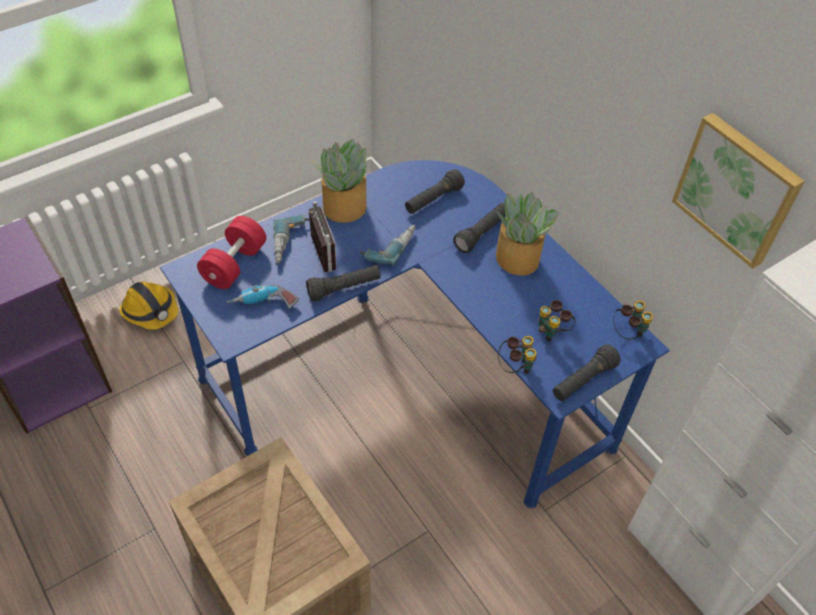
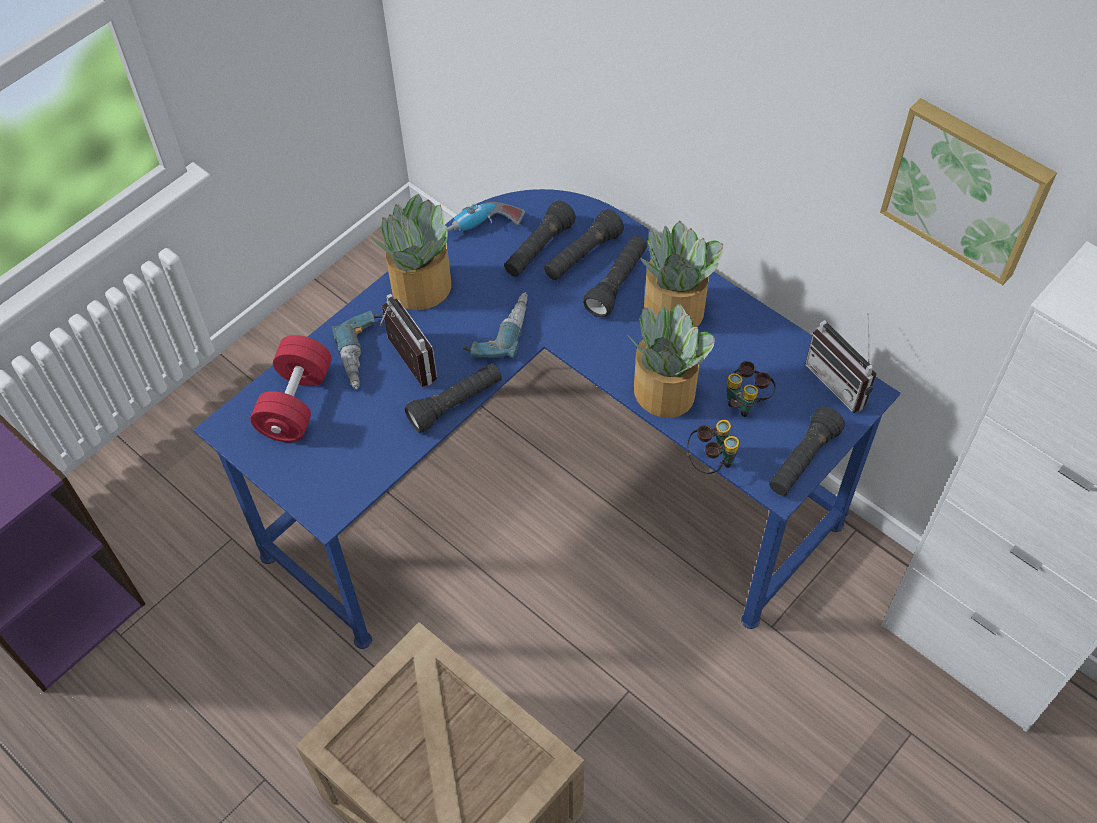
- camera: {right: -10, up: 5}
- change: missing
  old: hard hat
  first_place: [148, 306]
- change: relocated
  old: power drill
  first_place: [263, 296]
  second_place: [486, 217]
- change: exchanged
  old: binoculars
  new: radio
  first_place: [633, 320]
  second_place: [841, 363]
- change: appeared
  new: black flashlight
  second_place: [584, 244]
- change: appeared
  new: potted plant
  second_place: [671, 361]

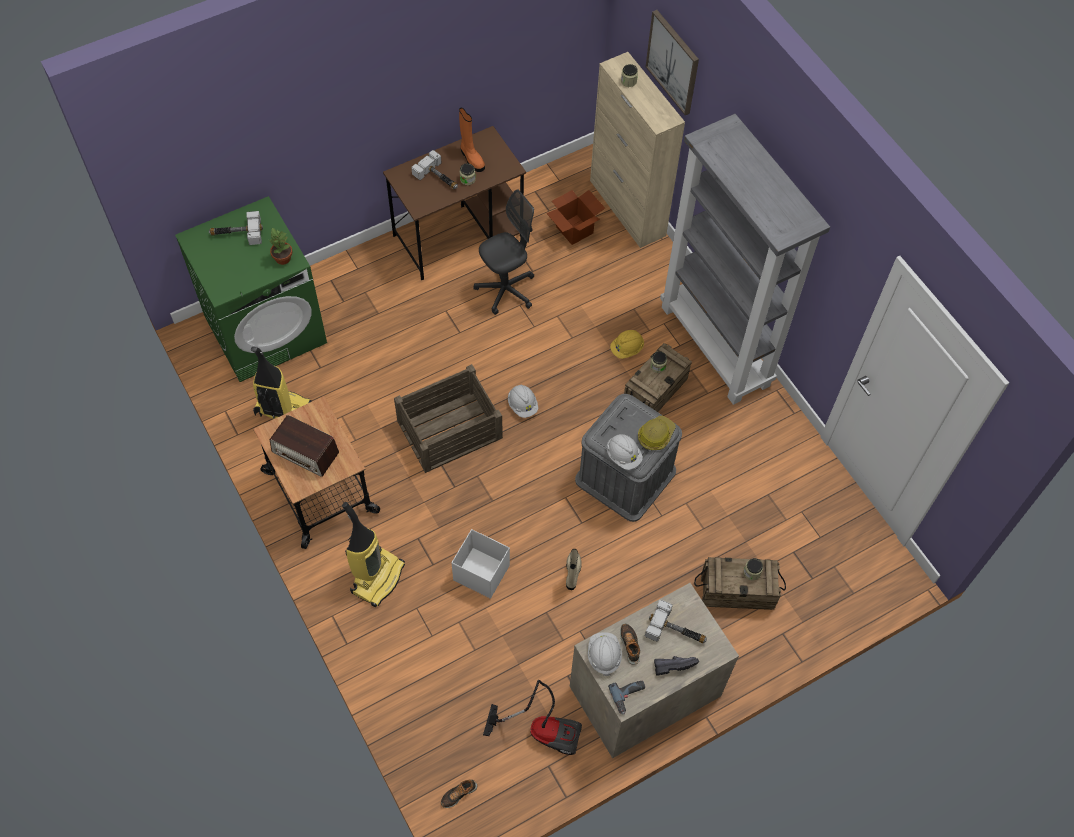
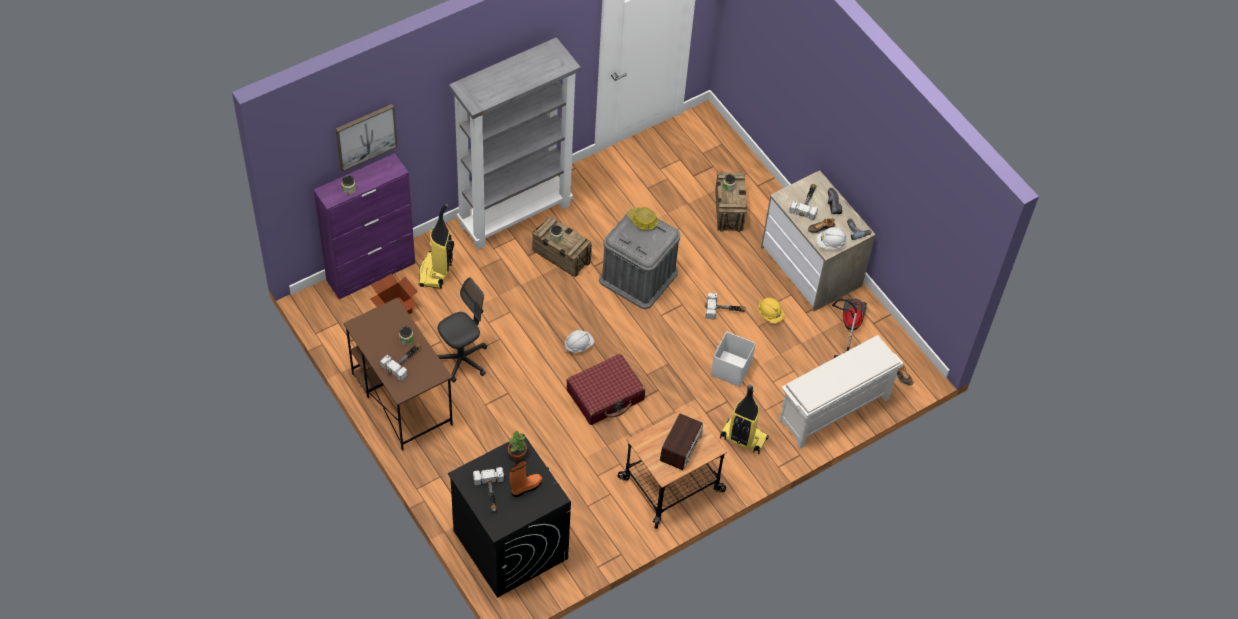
- camera: {right: -95, up: -5}
- change: colour
  old: beige cabinet
  new: purple cabinet
  first_place: [637, 150]
  second_place: [364, 226]
- change: relocated
  old: orange boot
  first_place: [472, 140]
  second_place: [526, 478]
- change: spun
  old: grey office chair
  first_place: [503, 252]
  second_place: [462, 330]
  degrees: 90
- change: colour
  old: green washing machine
  new: black washing machine
  first_place: [251, 289]
  second_place: [509, 516]
- change: relocated
  old: yellow hard hat
  first_place: [627, 344]
  second_place: [771, 310]
- change: relocated
  old: vacuum cleaner
  first_place: [281, 383]
  second_place: [436, 246]
- change: exchanged
  old: crate
  new: red suitcase
  first_place: [448, 418]
  second_place: [605, 389]
- change: missing
  old: white hard hat
  first_place: [625, 452]
- change: exchanged
  old: beige boot
  new: hammer
  first_place: [574, 569]
  second_place: [725, 306]
- change: appeared
  new: white shoe rack
  second_place: [841, 392]

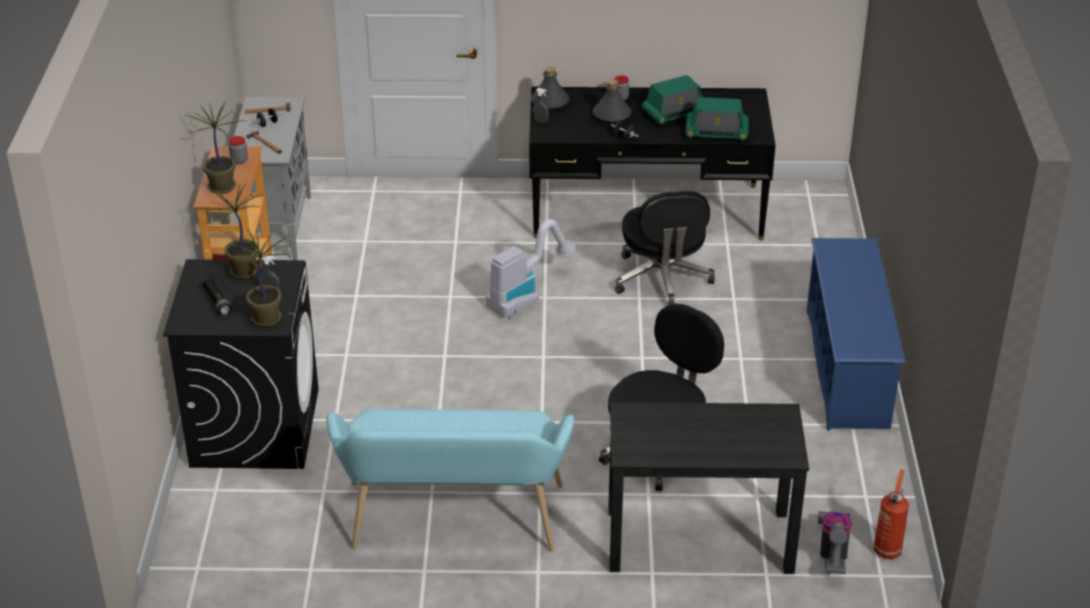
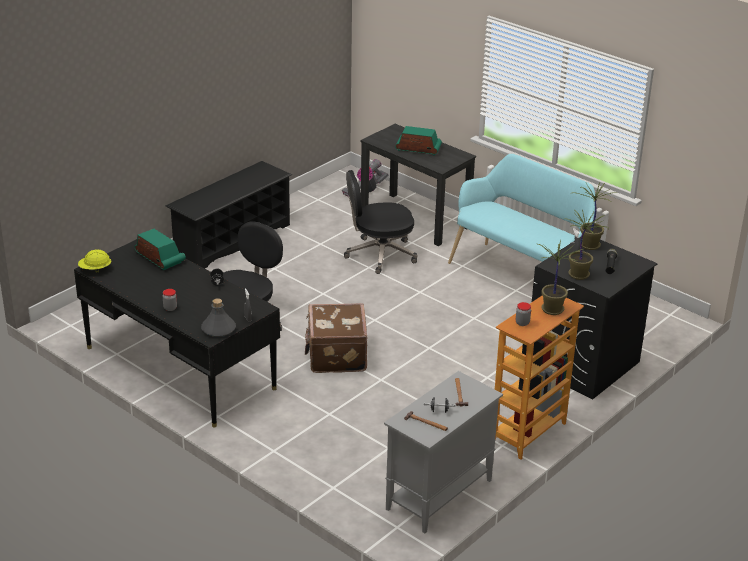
- camera: {right: -140, up: -5}
- change: relocated
  old: radio
  first_place: [672, 100]
  second_place: [418, 141]
- change: missing
  old: grey bottle
  first_place: [612, 101]
- change: exchanged
  old: vacuum cleaner
  new: brown suitcase
  first_place: [531, 269]
  second_place: [336, 338]
- change: colour
  old: blue shoe rack
  new: black shoe rack
  first_place: [856, 334]
  second_place: [229, 215]
- change: missing
  old: fire extinguisher
  first_place: [891, 514]
- change: appeared
  new: yellow hard hat
  second_place: [94, 261]

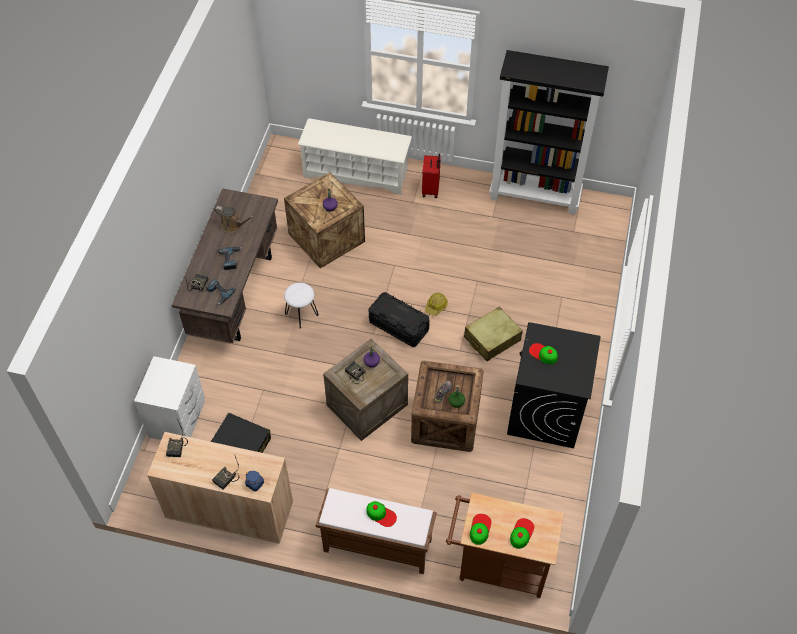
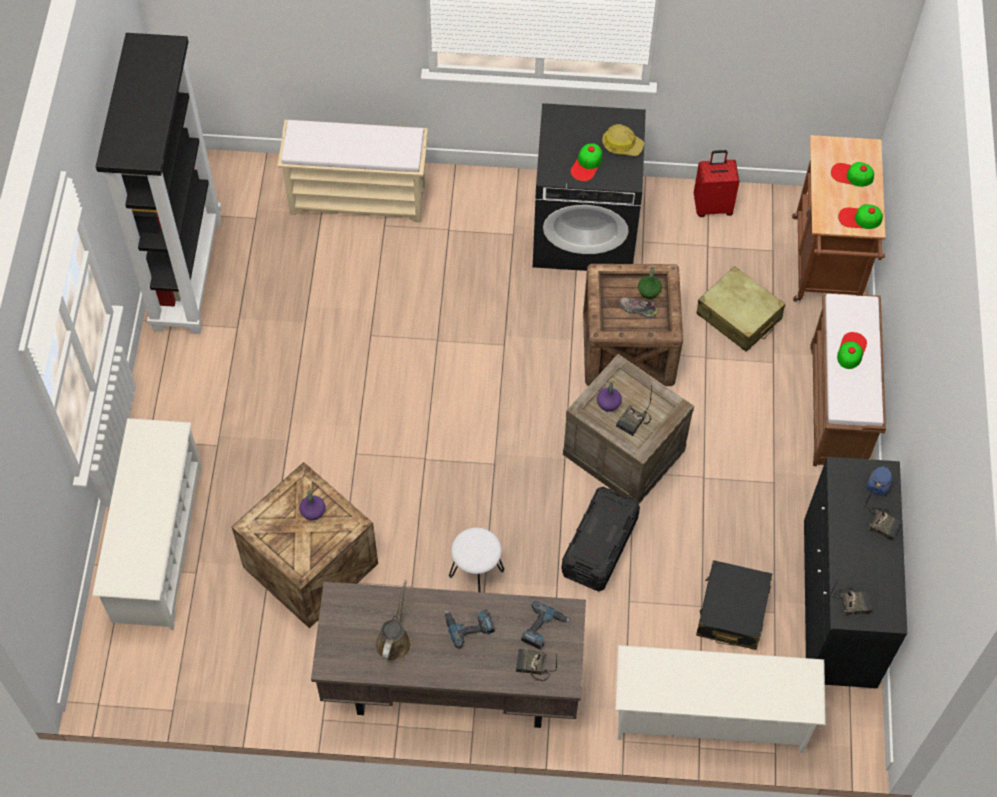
- camera: {right: -100, up: 5}
- change: relocated
  old: red suitcase
  first_place: [431, 176]
  second_place: [716, 183]
- change: relocated
  old: black storage box
  first_place: [399, 319]
  second_place: [600, 539]
- change: relocated
  old: hard hat
  first_place: [436, 304]
  second_place: [623, 140]
- change: relocated
  old: beige suitcase
  first_place: [493, 334]
  second_place: [741, 309]
- change: exchanged
  old: white nightstand
  new: white shoe rack
  first_place: [169, 398]
  second_place: [720, 699]
- change: colour
  old: beige cabinet
  new: black cabinet
  first_place: [220, 488]
  second_place: [855, 573]
- change: appeared
  new: beige bench
  second_place: [352, 171]

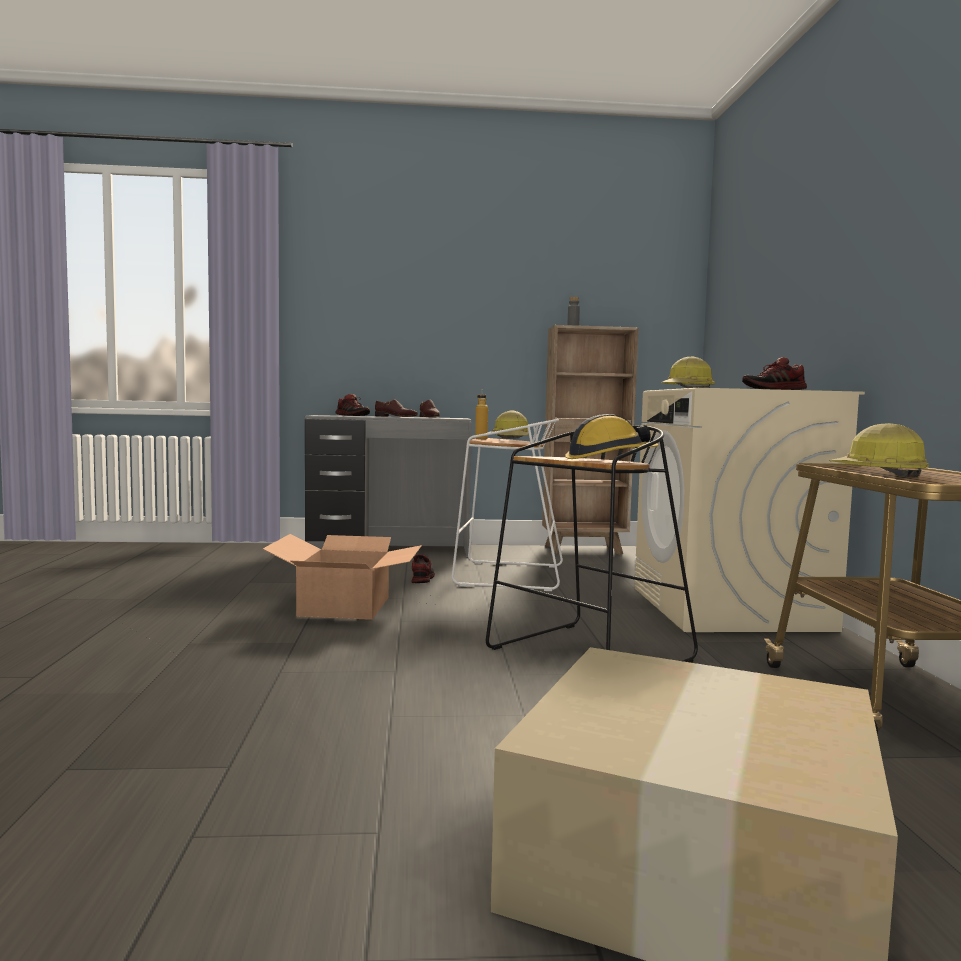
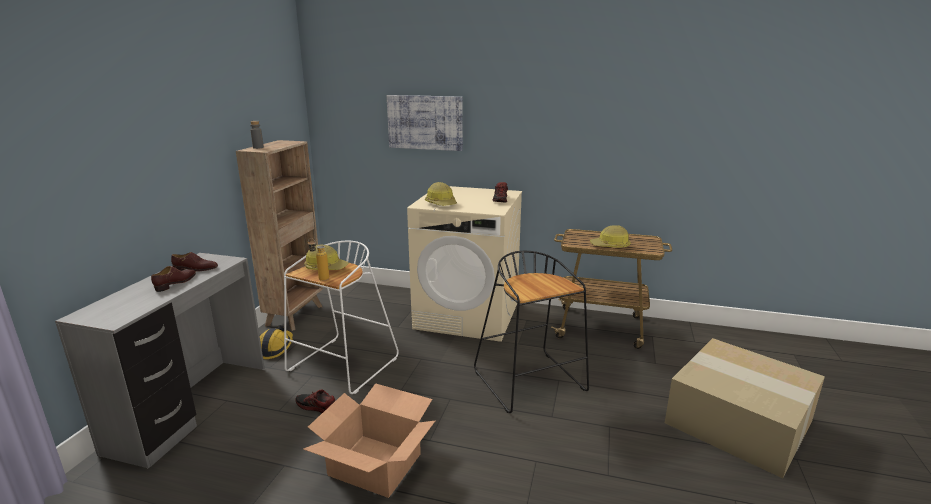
- camera: {right: -70, up: 15}
- change: missing
  old: shoe
  first_place: [352, 405]
- change: relocated
  old: hard hat
  first_place: [612, 436]
  second_place: [276, 342]
- change: appeared
  new: picture
  second_place: [425, 123]

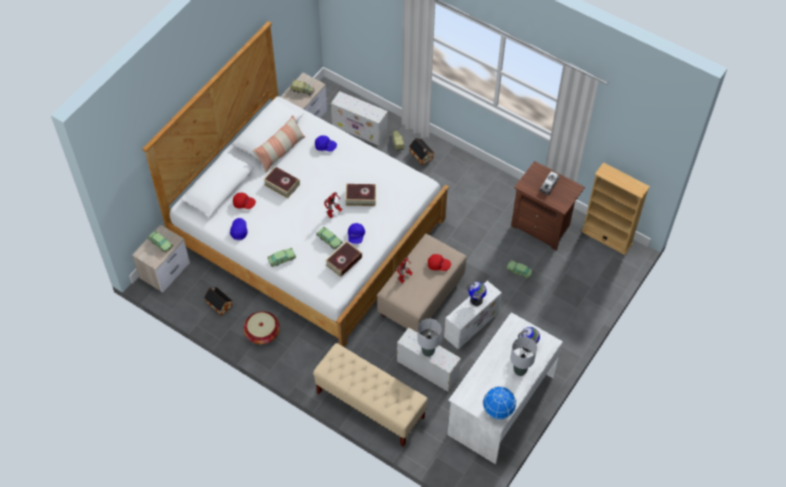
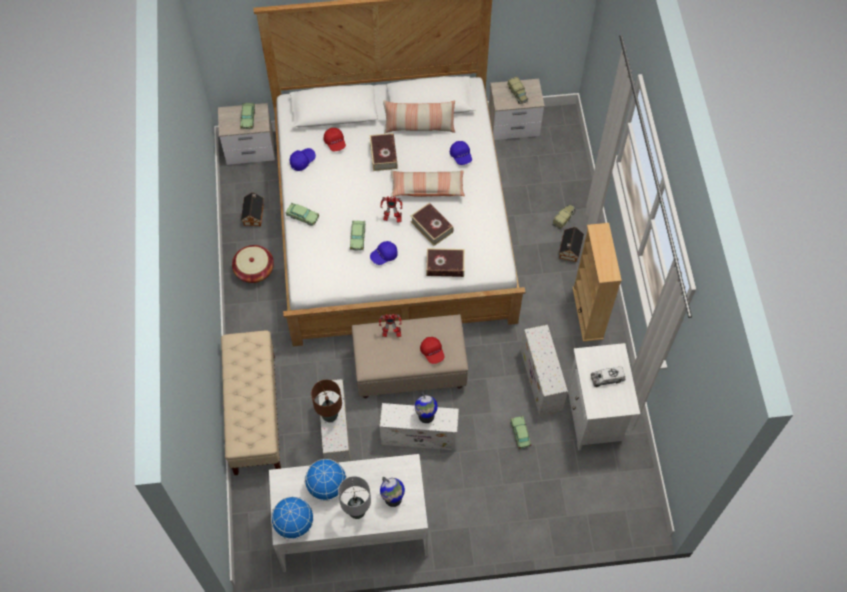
- camera: {right: 50, up: 5}
- change: relocated
  old: white storage box
  first_place: [359, 118]
  second_place: [544, 370]
- change: colour
  old: brown nightstand
  new: white nightstand
  first_place: [548, 205]
  second_place: [603, 397]
- change: relocated
  old: beige bookcase
  first_place: [615, 209]
  second_place: [597, 282]
- change: relocated
  old: book
  first_place: [343, 259]
  second_place: [445, 262]
- change: colour
  old: grey table lamp
  new: brown table lamp
  first_place: [429, 338]
  second_place: [326, 401]
- change: appeared
  new: pillow
  second_place: [428, 183]
- change: appeared
  new: globe
  second_place: [325, 480]

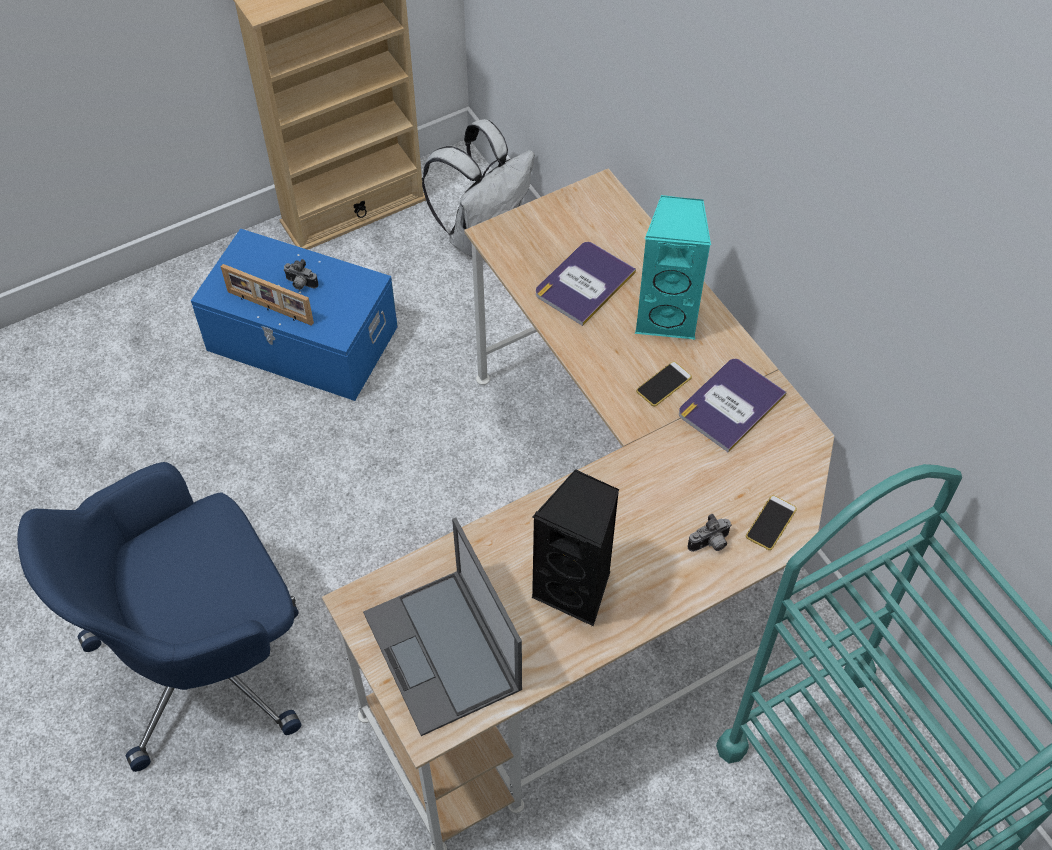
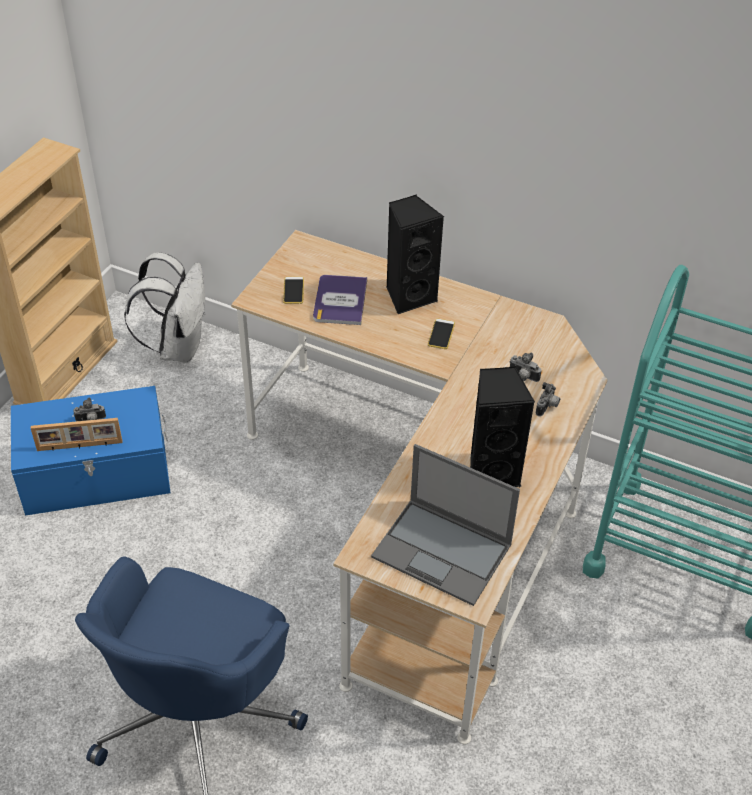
- camera: {right: -35, up: -10}
- change: colour
  old: turquoise speaker
  new: black speaker
  first_place: [673, 267]
  second_place: [415, 254]
- change: missing
  old: book
  first_place: [733, 405]
- change: relocated
  old: phone
  first_place: [771, 522]
  second_place: [293, 290]
- change: appeared
  new: photo camera
  second_place: [525, 367]

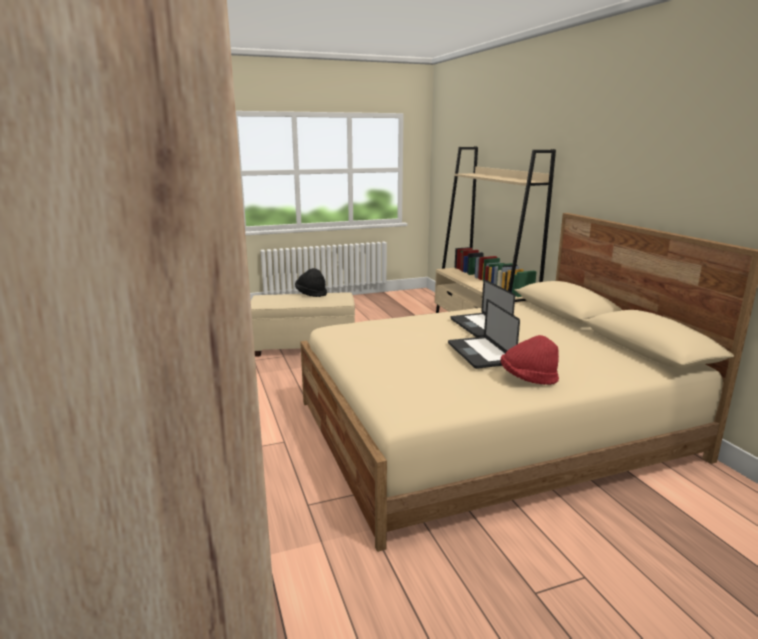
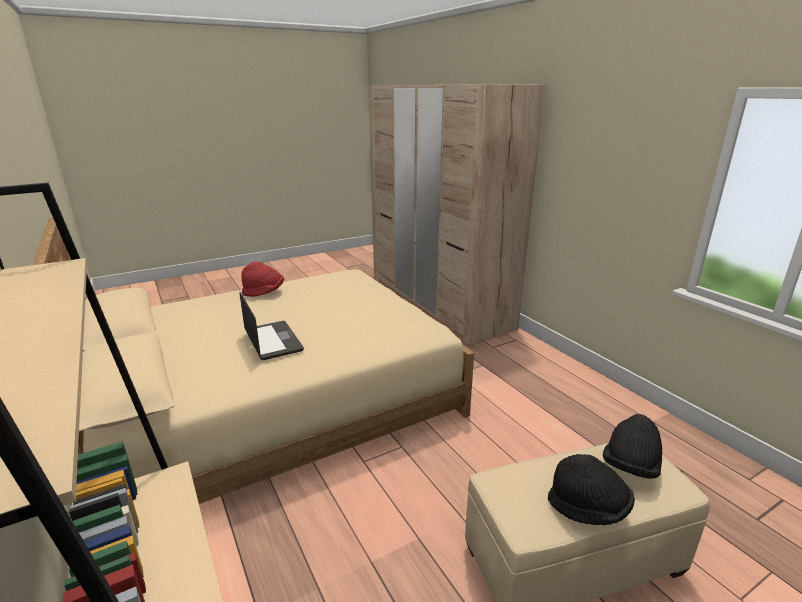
- camera: {right: 170, up: 5}
- change: missing
  old: laptop
  first_place: [484, 334]
- change: appeared
  new: black hat
  second_place: [632, 446]

